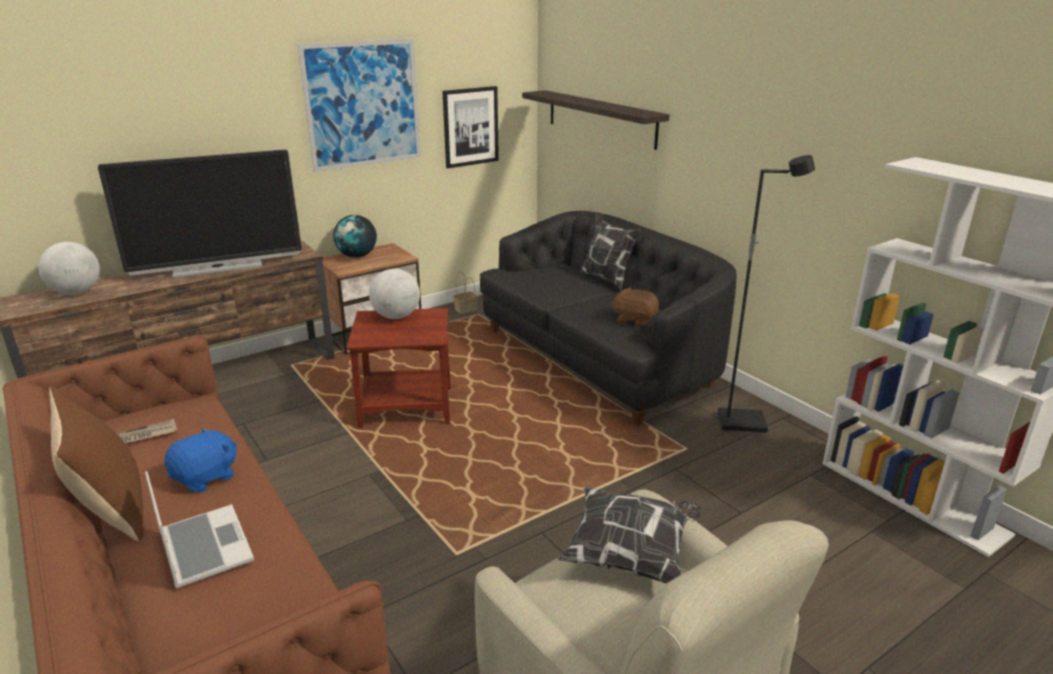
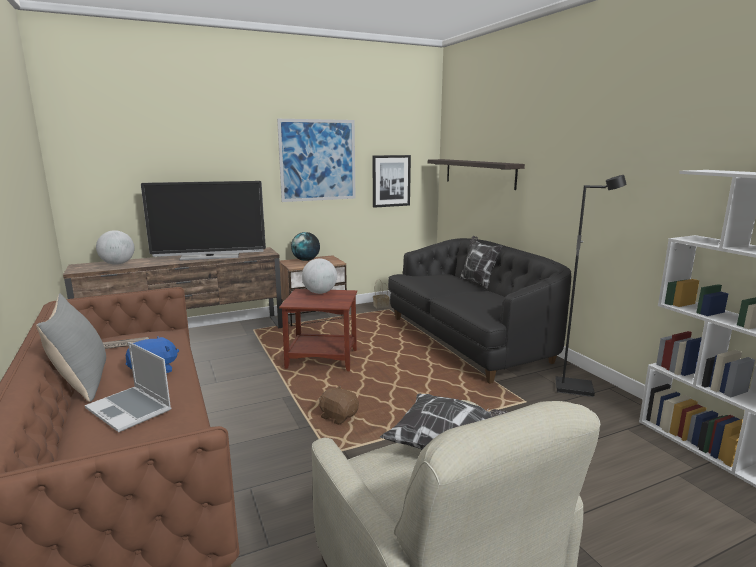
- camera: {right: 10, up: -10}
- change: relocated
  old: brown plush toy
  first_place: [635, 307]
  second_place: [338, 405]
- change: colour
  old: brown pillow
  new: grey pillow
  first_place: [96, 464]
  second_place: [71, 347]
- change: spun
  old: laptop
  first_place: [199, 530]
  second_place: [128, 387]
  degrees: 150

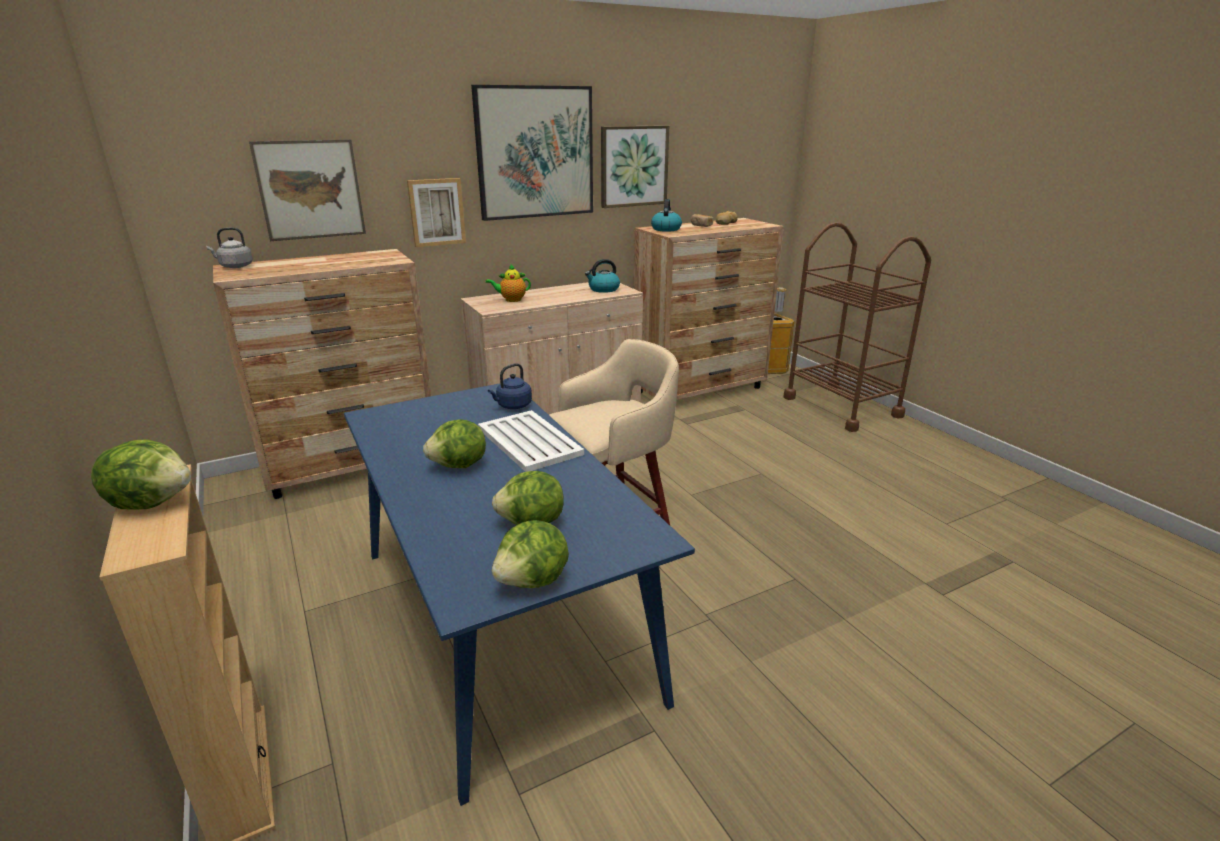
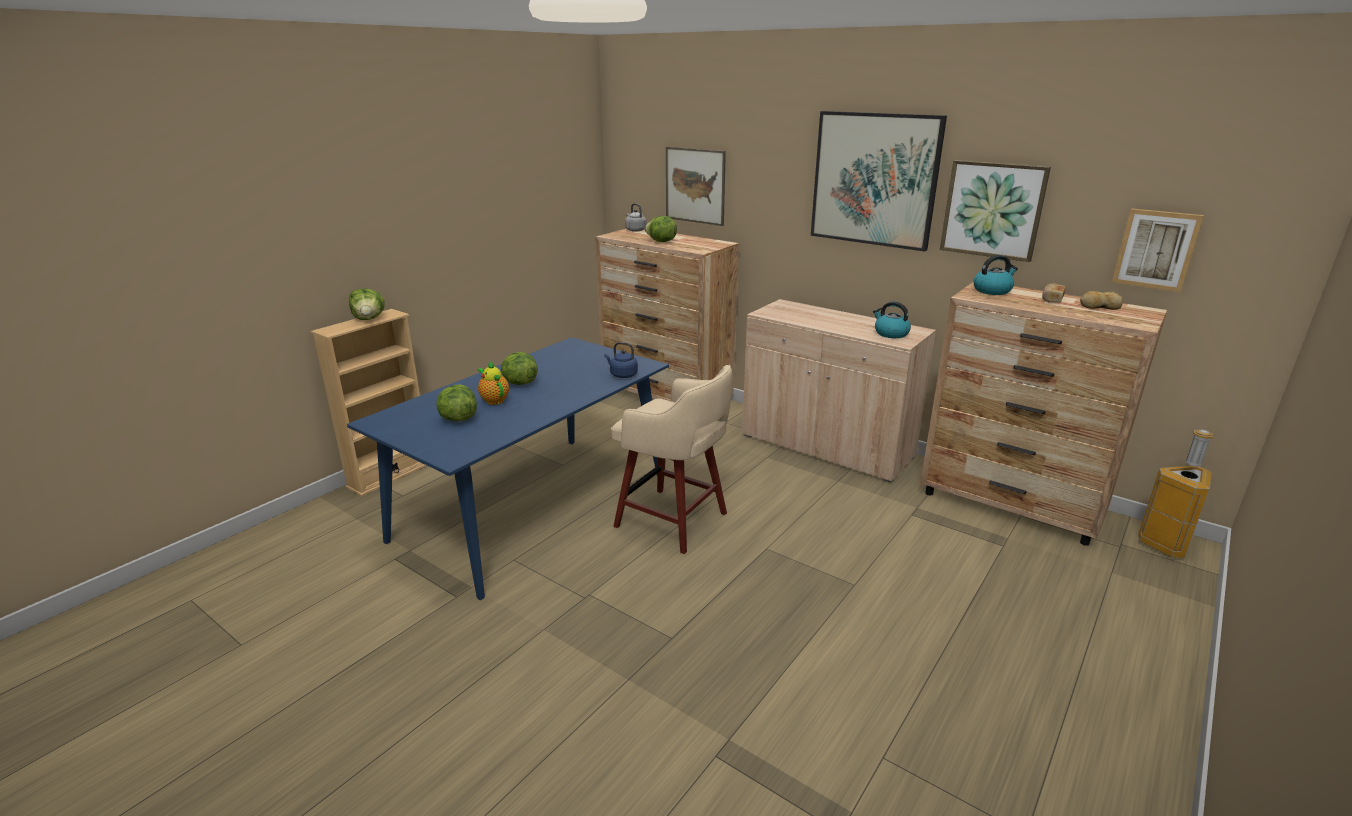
- camera: {right: 65, up: 0}
- change: relocated
  old: picture
  first_place: [436, 212]
  second_place: [1158, 250]
- change: missing
  old: brown cart
  first_place: [857, 327]
- change: relocated
  old: teapot
  first_place: [508, 283]
  second_place: [493, 383]
- change: missing
  old: white tray
  first_place: [531, 441]
- change: relocated
  old: lettuce
  first_place: [530, 554]
  second_place: [661, 229]

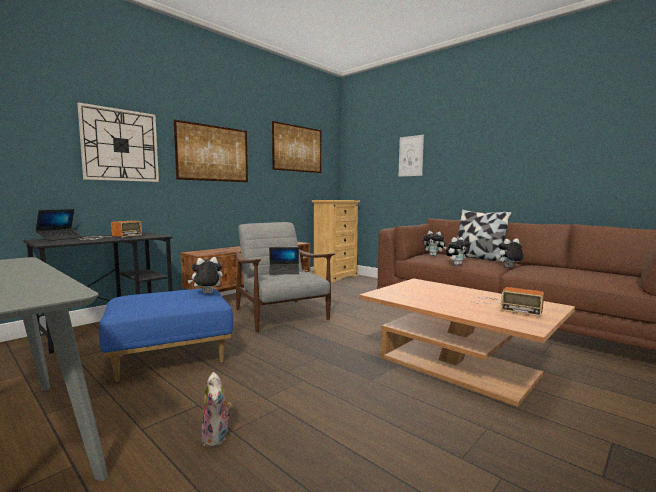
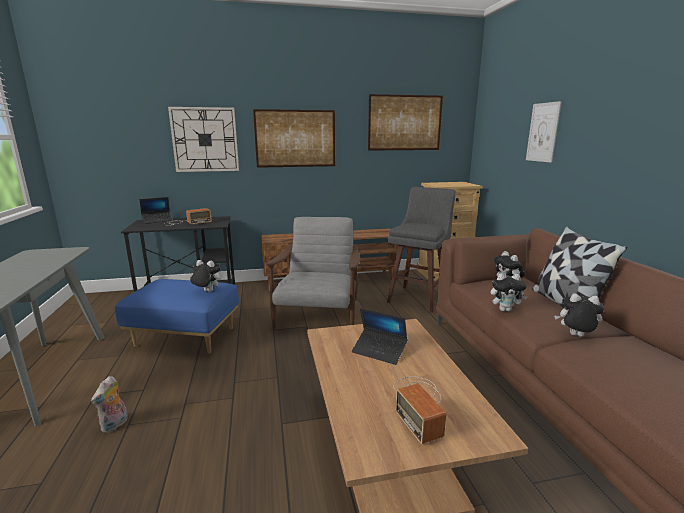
- camera: {right: 35, up: 10}
- change: relocated
  old: laptop
  first_place: [284, 261]
  second_place: [379, 336]
- change: appeared
  new: grey stool
  second_place: [421, 250]

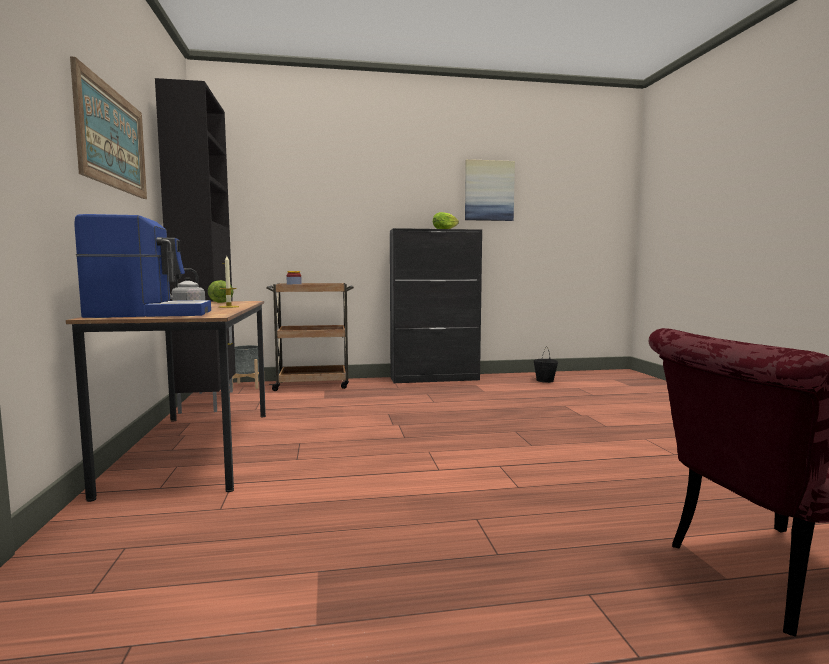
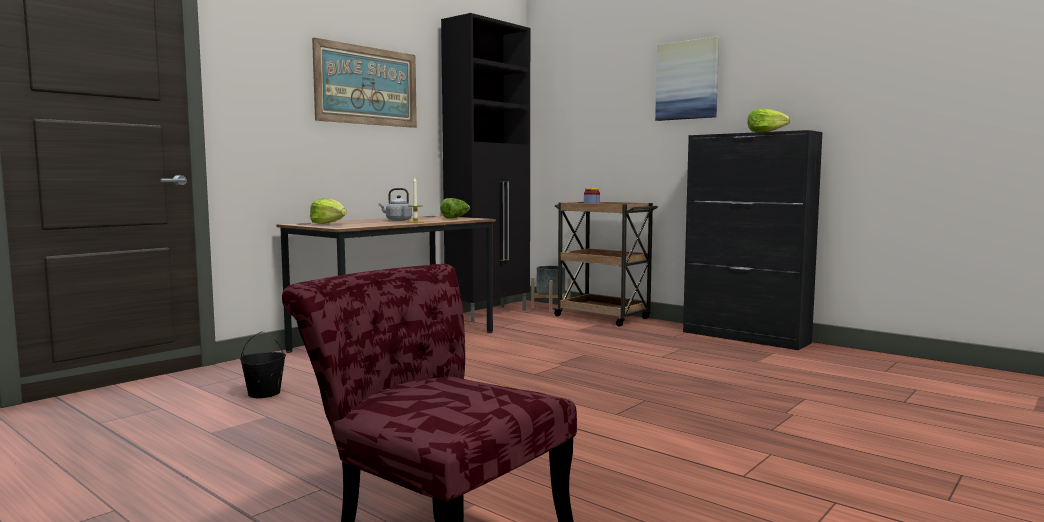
- camera: {right: 50, up: 0}
- change: relocated
  old: picture
  first_place: [490, 190]
  second_place: [687, 78]
- change: exchanged
  old: coffee machine
  new: lettuce
  first_place: [142, 266]
  second_place: [328, 211]
- change: relocated
  old: black bucket
  first_place: [546, 364]
  second_place: [263, 365]

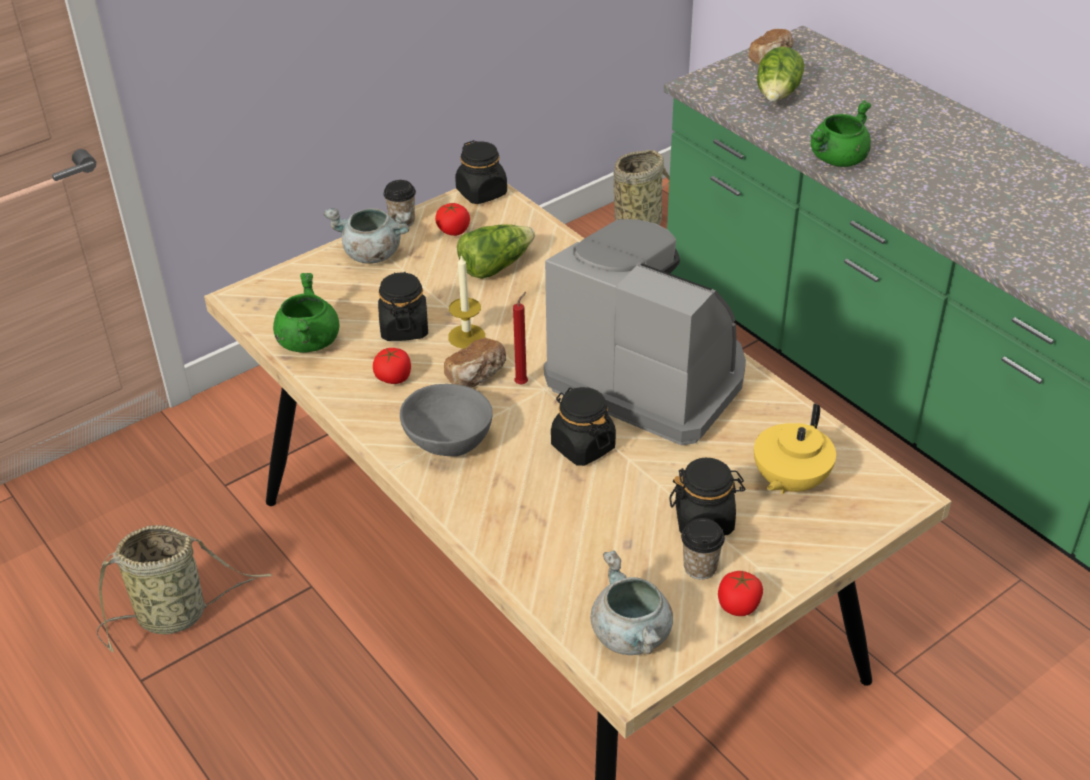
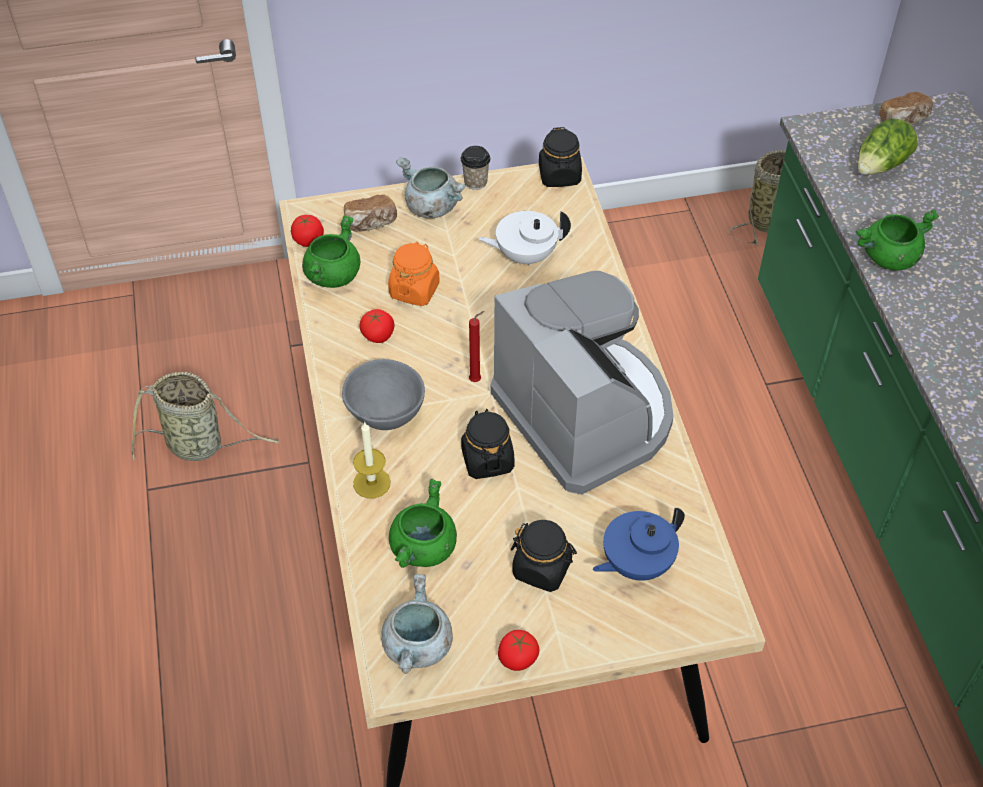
- camera: {right: 25, up: 10}
- change: relocated
  old: tomato
  first_place: [452, 219]
  second_place: [307, 231]
- change: exchanged
  old: lettuce
  new: white teapot
  first_place: [496, 251]
  second_place: [524, 238]
- change: relocated
  old: candle
  first_place: [466, 301]
  second_place: [371, 460]
- change: colour
  old: black jar
  new: orange jar
  first_place: [403, 306]
  second_place: [414, 273]
- change: relocated
  old: bread
  first_place: [475, 363]
  second_place: [370, 213]
- change: colour
  old: yellow teapot
  new: blue teapot
  first_place: [795, 449]
  second_place: [639, 544]
- change: missing
  old: cup
  first_place: [703, 548]
- change: appeared
  new: green cooking pot
  second_place: [423, 523]

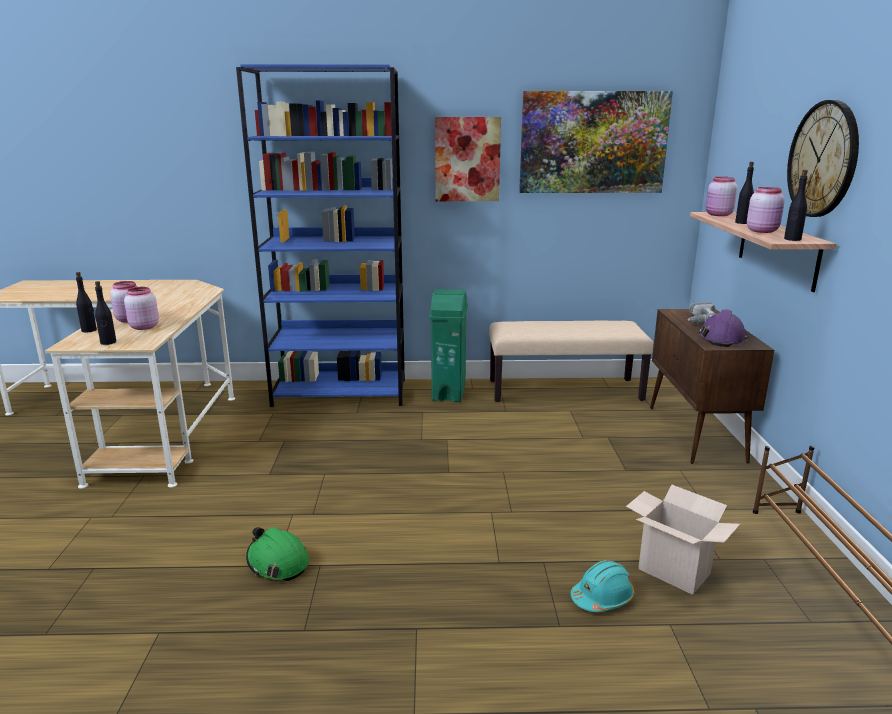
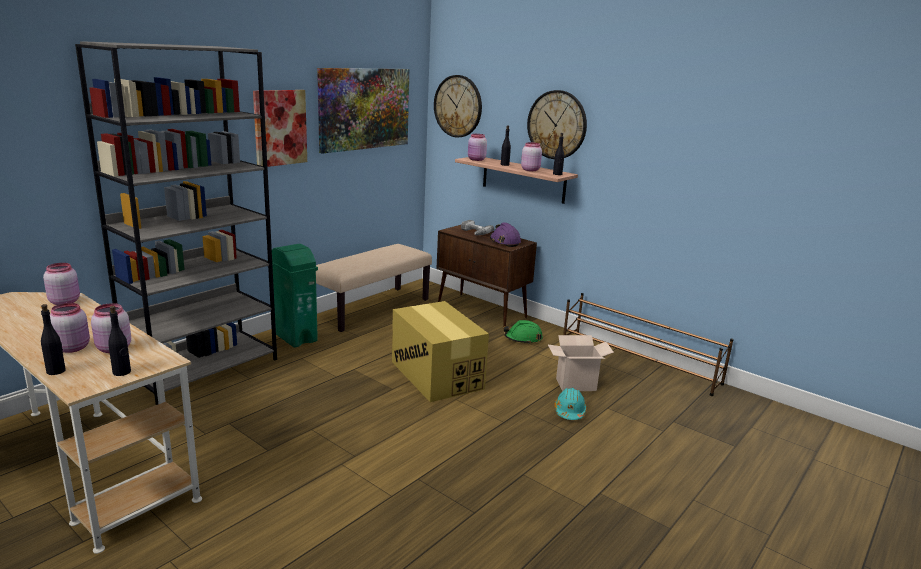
- camera: {right: -50, up: 0}
- change: colour
  old: blue bookcase
  new: grey bookcase
  first_place: [320, 235]
  second_place: [176, 223]
- change: relocated
  old: green hard hat
  first_place: [277, 554]
  second_place: [523, 332]
- change: appeared
  new: wall clock
  second_place: [458, 106]
- change: appeared
  new: pink jar
  second_place: [61, 284]
- change: appeared
  new: cardboard box
  second_place: [440, 351]

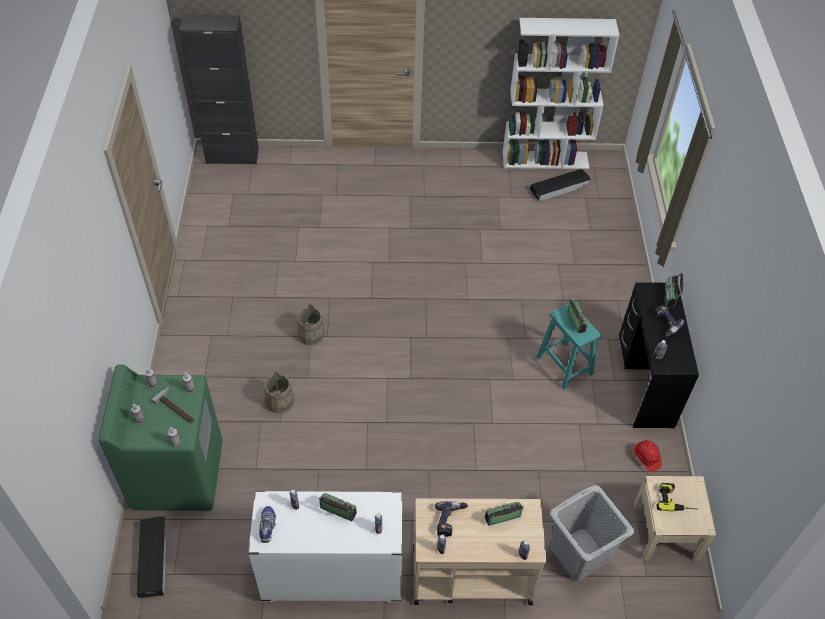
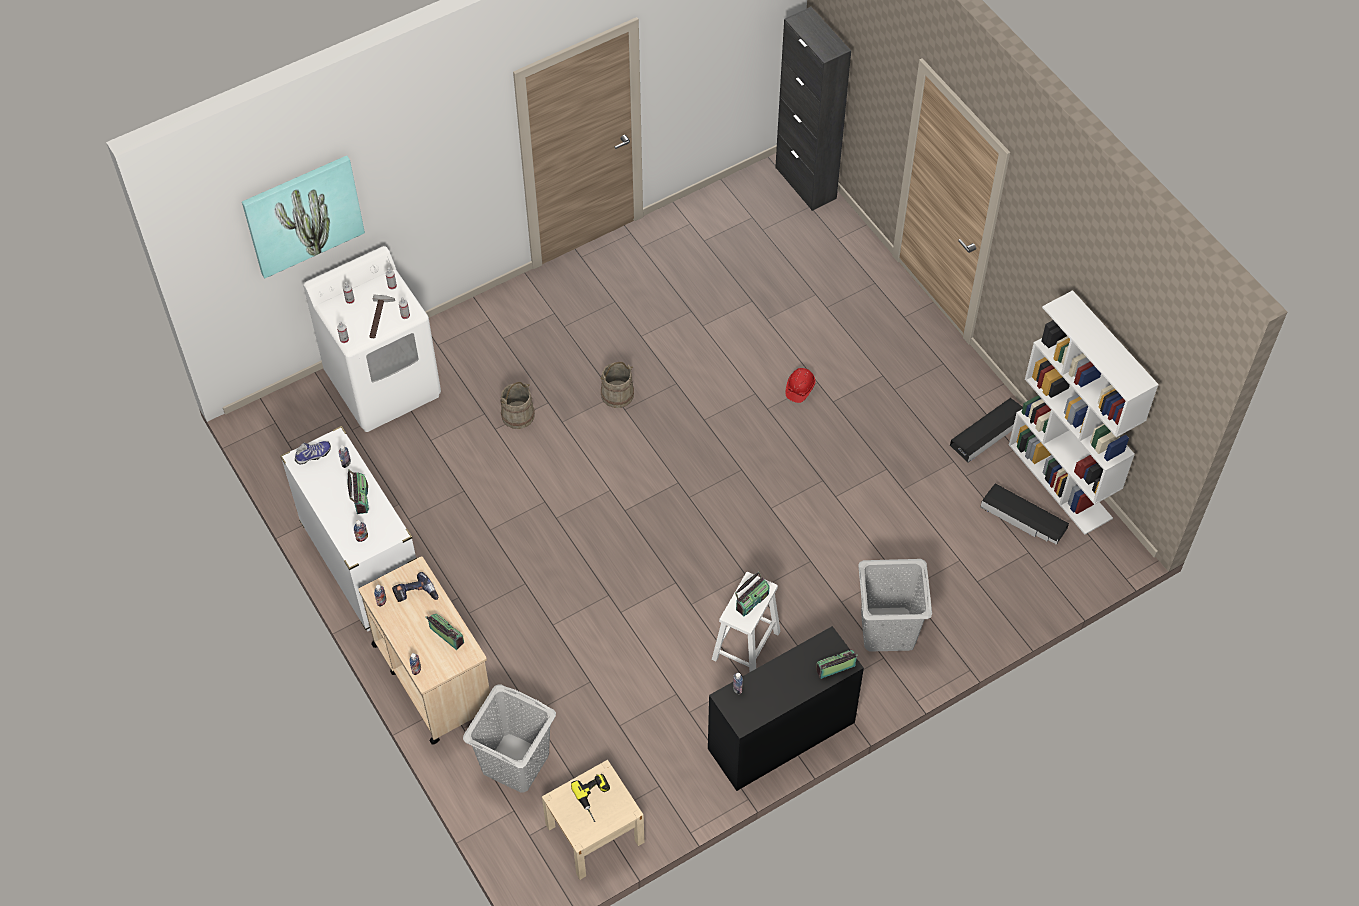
- camera: {right: 60, up: 5}
- change: colour
  old: turquoise stool
  new: white stool
  first_place: [569, 346]
  second_place: [746, 622]
- change: missing
  old: power drill
  first_place: [669, 320]
- change: colour
  old: green washing machine
  new: white washing machine
  first_place: [161, 437]
  second_place: [372, 339]
- change: relocated
  old: red hard hat
  first_place: [648, 456]
  second_place: [800, 385]
- change: relocated
  old: black storage box
  first_place: [151, 557]
  second_place: [986, 430]
- change: appeared
  new: picture
  second_place: [303, 217]
- change: appeared
  new: grey laundry basket
  second_place: [895, 605]

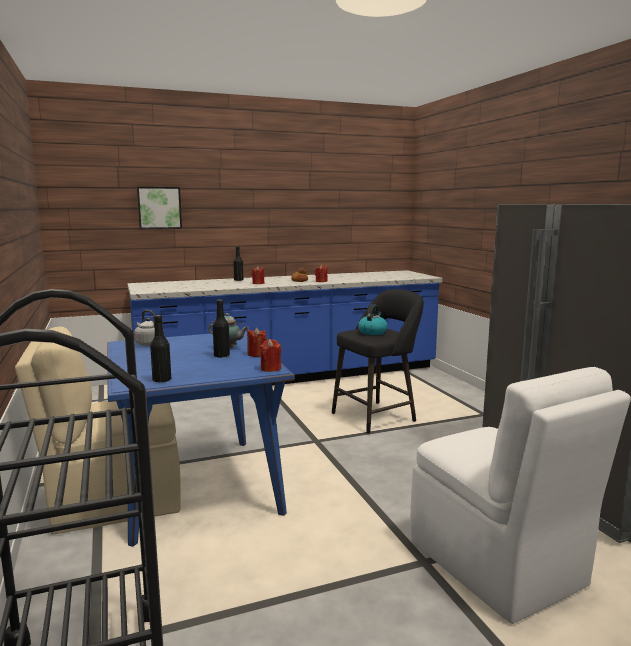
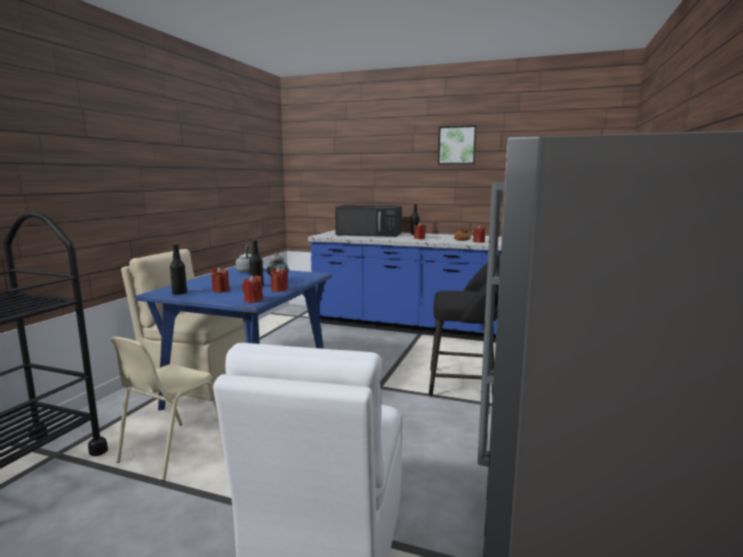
- camera: {right: 40, up: 0}
- change: relocated
  old: picture
  first_place: [159, 208]
  second_place: [457, 145]
- change: missing
  old: kettle
  first_place: [373, 320]
- change: appeared
  new: black microwave
  second_place: [368, 221]
- change: appeared
  new: red candle
  second_place: [220, 280]
- change: appeared
  new: beige chair
  second_place: [165, 409]

